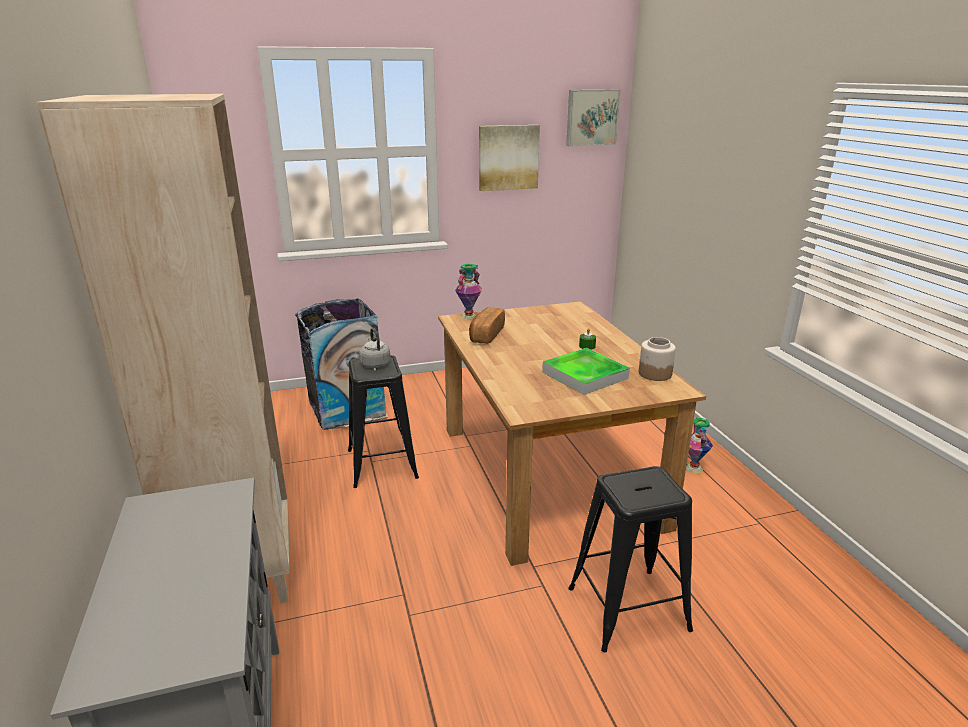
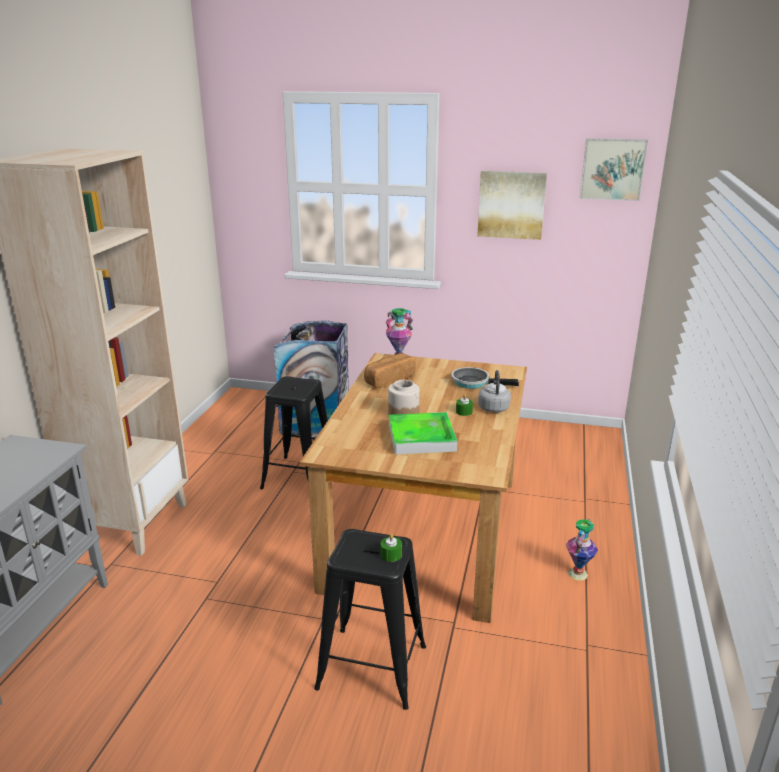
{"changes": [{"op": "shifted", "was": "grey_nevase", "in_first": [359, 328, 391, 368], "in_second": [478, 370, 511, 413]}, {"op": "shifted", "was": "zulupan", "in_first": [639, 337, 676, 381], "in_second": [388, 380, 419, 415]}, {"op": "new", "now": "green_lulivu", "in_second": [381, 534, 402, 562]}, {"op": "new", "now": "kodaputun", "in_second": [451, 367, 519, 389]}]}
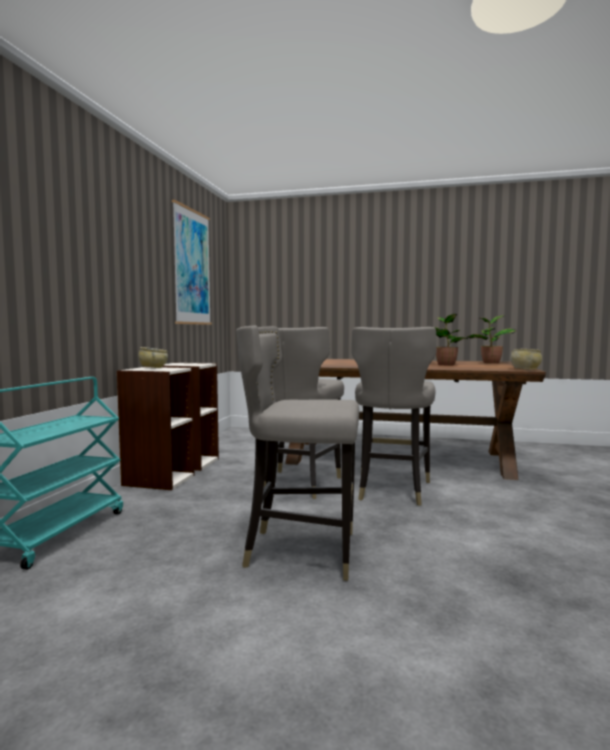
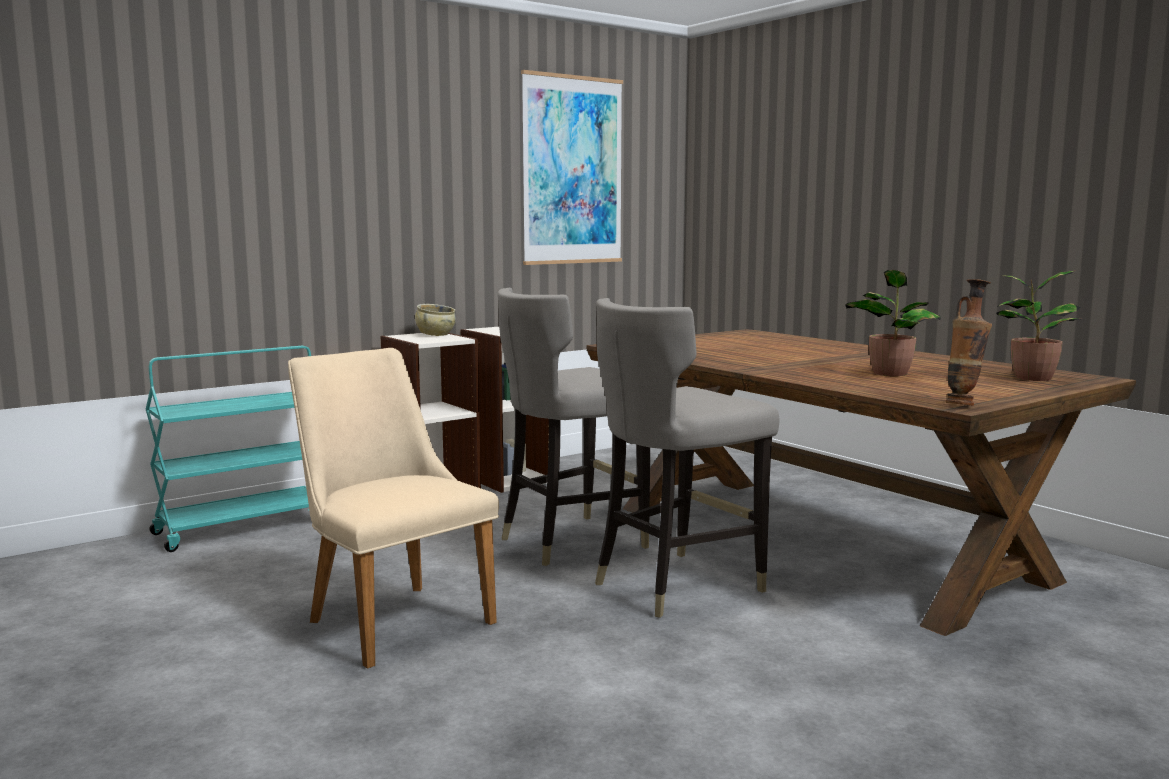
{"changes": [{"op": "swapped", "was": "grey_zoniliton", "now": "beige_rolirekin", "in_first": [236, 325, 359, 581], "in_second": [288, 348, 499, 669]}, {"op": "swapped", "was": "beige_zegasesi", "now": "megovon", "in_first": [511, 349, 542, 369], "in_second": [945, 279, 992, 406]}]}
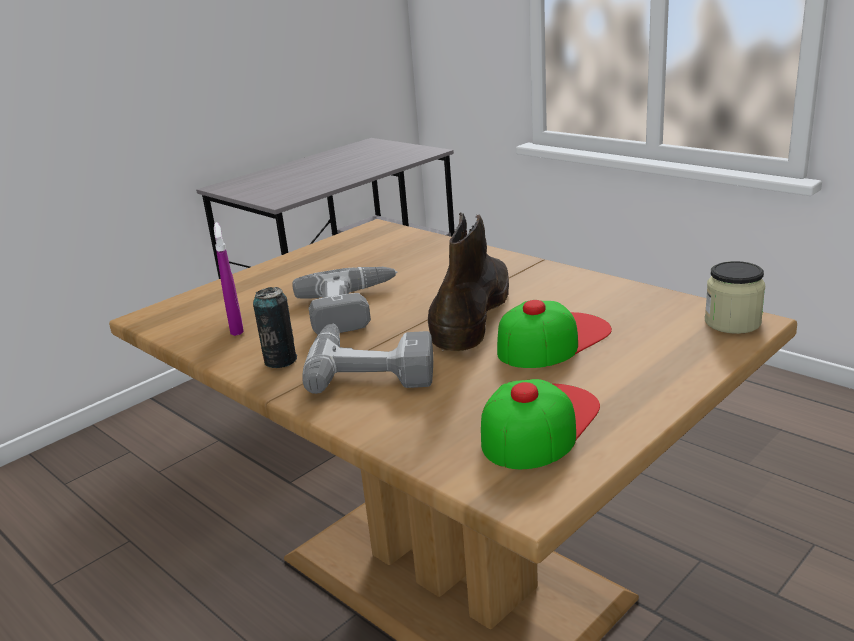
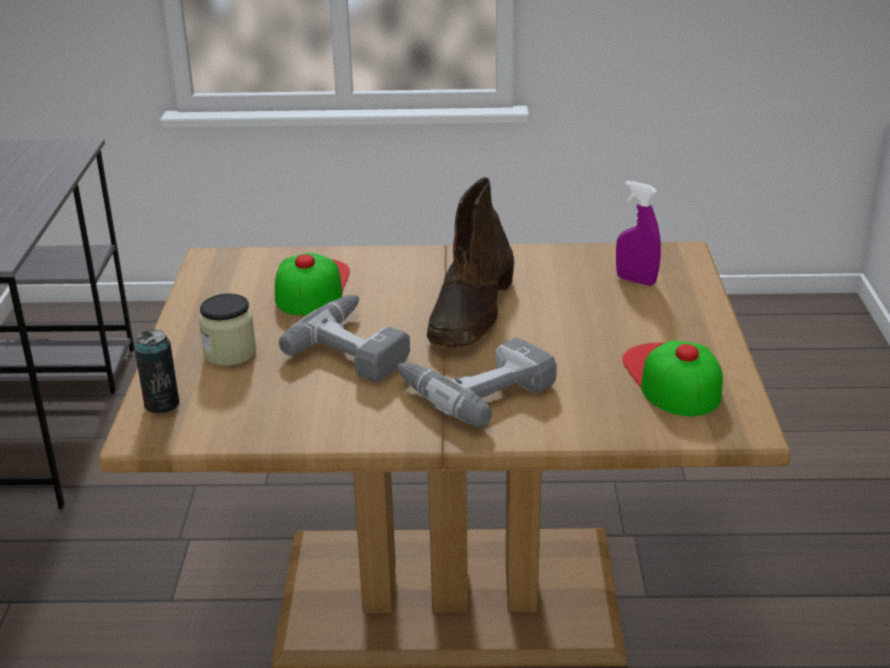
{"changes": [{"op": "shifted", "was": "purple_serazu", "in_first": [214, 222, 244, 336], "in_second": [616, 181, 661, 286]}, {"op": "shifted", "was": "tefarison", "in_first": [253, 287, 297, 368], "in_second": [134, 329, 179, 413]}, {"op": "rotated", "was": "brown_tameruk", "in_first": [428, 212, 509, 351], "in_second": [427, 177, 514, 348], "clockwise": -135}, {"op": "shifted", "was": "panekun", "in_first": [497, 300, 612, 368], "in_second": [275, 253, 350, 316]}, {"op": "shifted", "was": "zulupan", "in_first": [705, 261, 765, 334], "in_second": [199, 293, 256, 366]}]}
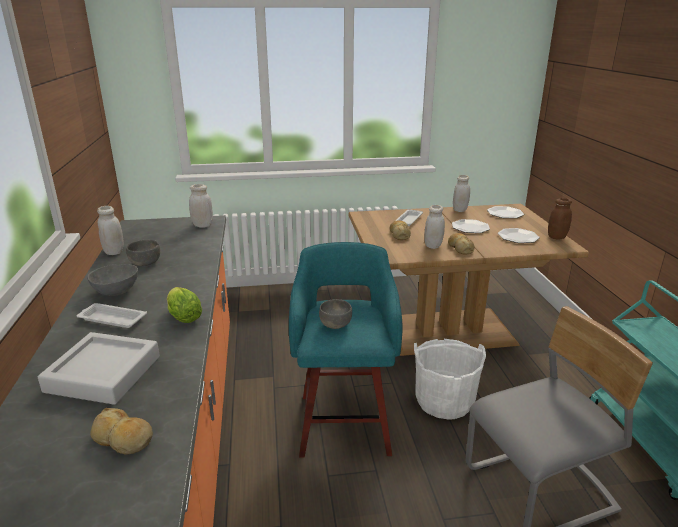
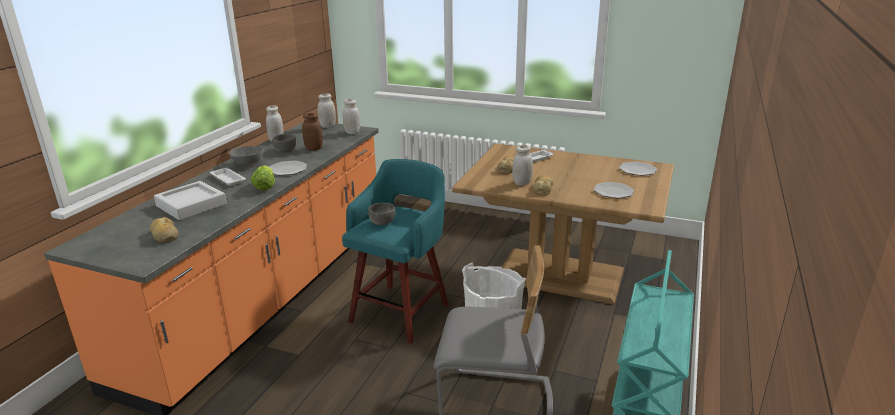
{"changes": [{"op": "shifted", "was": "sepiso", "in_first": [452, 219, 490, 233], "in_second": [269, 161, 307, 176]}, {"op": "shifted", "was": "white_zulupan", "in_first": [453, 175, 470, 212], "in_second": [318, 93, 336, 128]}, {"op": "shifted", "was": "brown_zulupan", "in_first": [548, 198, 572, 240], "in_second": [302, 113, 323, 151]}]}
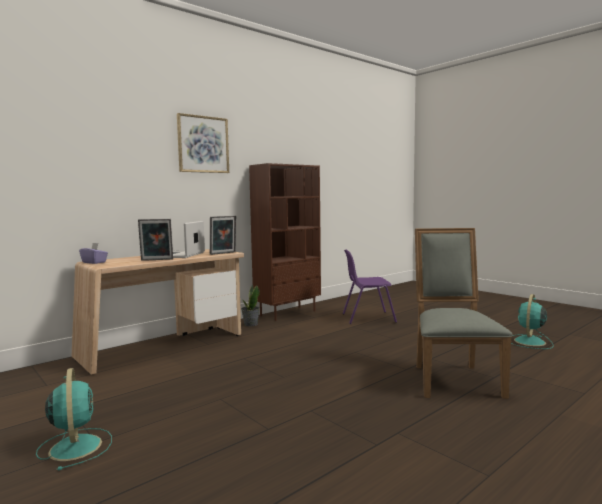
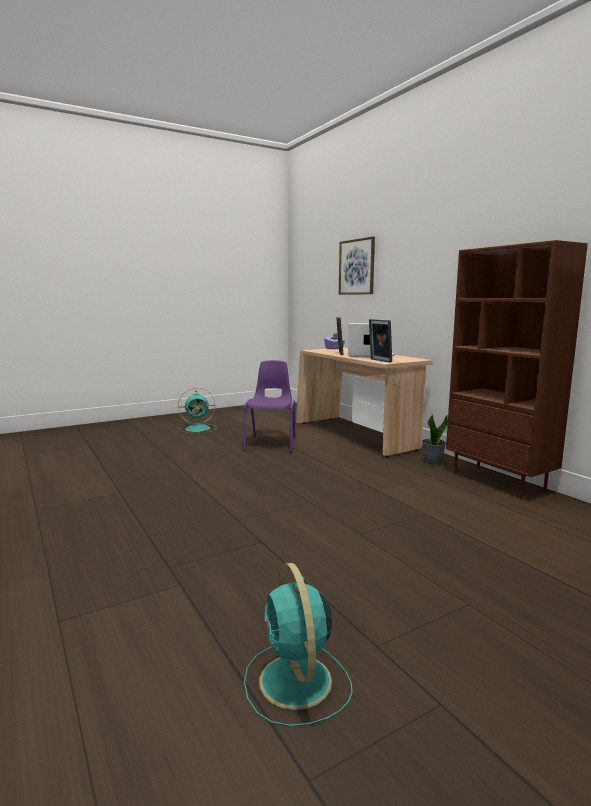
{"changes": [{"op": "shifted", "was": "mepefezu", "in_first": [177, 113, 229, 173], "in_second": [339, 237, 375, 295]}, {"op": "shifted", "was": "purple_rolirekin", "in_first": [343, 250, 397, 324], "in_second": [243, 360, 295, 452]}, {"op": "gone", "was": "grey_rolirekin", "in_first": [415, 228, 513, 399]}, {"op": "rotated", "was": "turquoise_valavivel", "in_first": [511, 294, 554, 349], "in_second": [244, 563, 353, 727], "clockwise": -150}]}
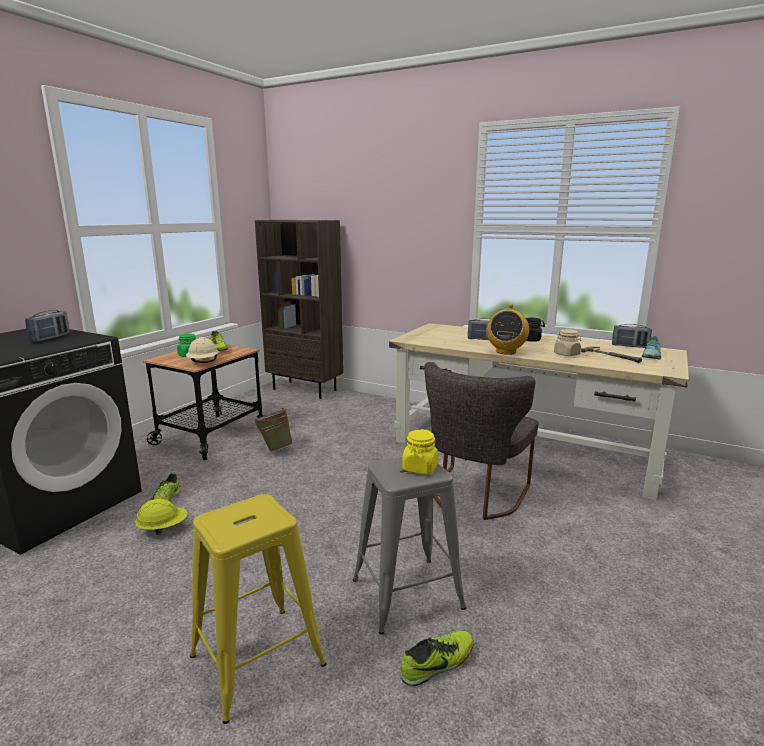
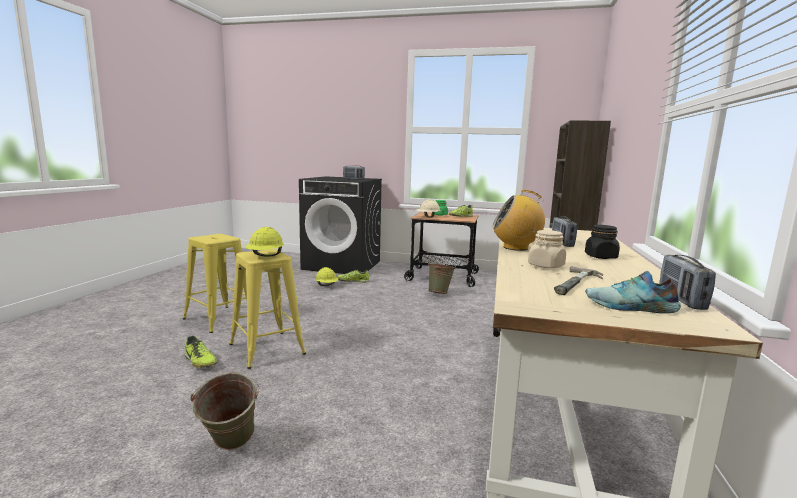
{"changes": [{"op": "repainted", "was": "grey_zoniliton", "now": "yellow_zoniliton", "in_first": [353, 457, 466, 635], "in_second": [229, 249, 306, 369]}, {"op": "swapped", "was": "yellow_zulupan", "now": "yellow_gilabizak", "in_first": [402, 429, 438, 474], "in_second": [245, 227, 284, 257]}, {"op": "gone", "was": "grey_rolirekin", "in_first": [424, 362, 539, 520]}, {"op": "new", "now": "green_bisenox", "in_second": [190, 372, 259, 450]}]}
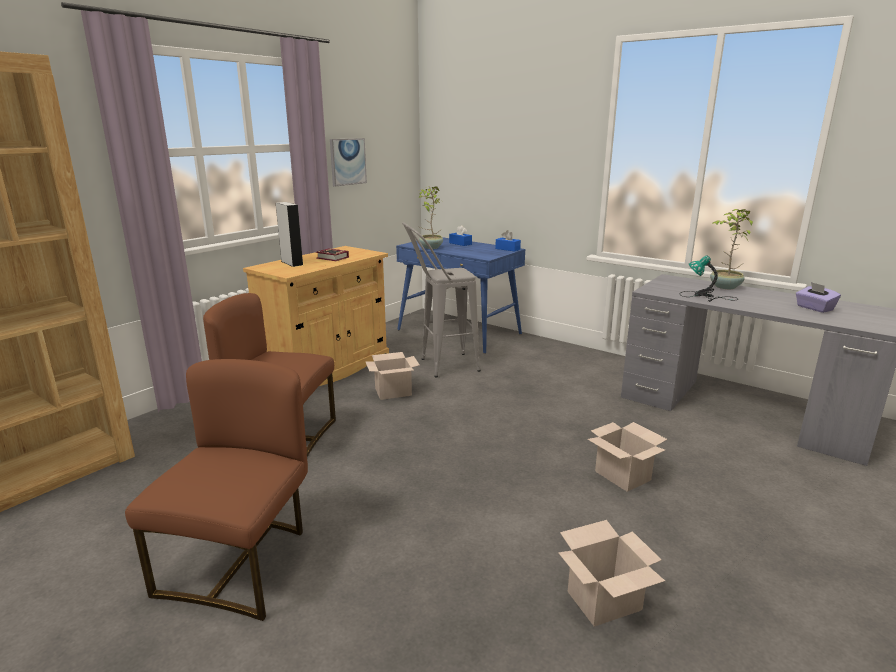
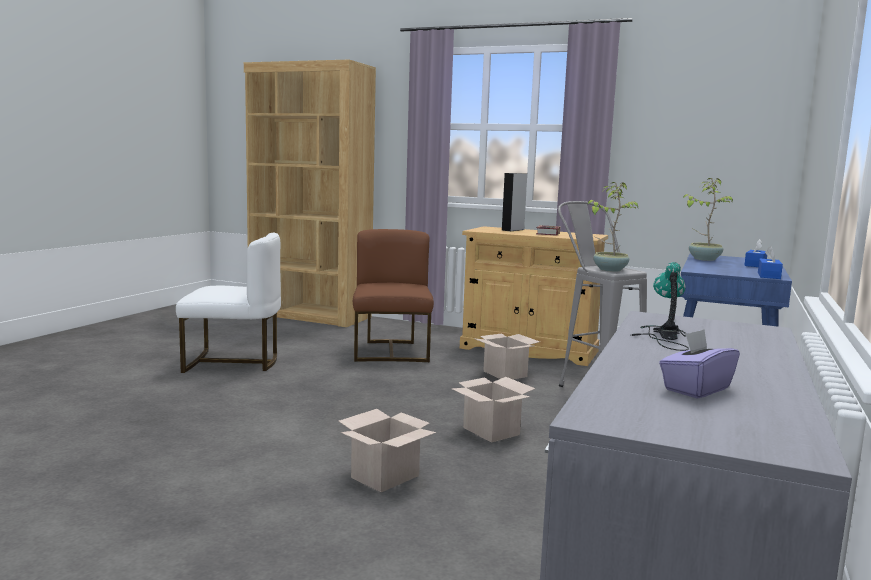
{"changes": [{"op": "repainted", "was": "brown_rolirekin", "now": "white_rolirekin", "in_first": [125, 359, 308, 621], "in_second": [176, 233, 281, 373]}, {"op": "gone", "was": "mepefezu", "in_first": [330, 138, 367, 186]}, {"op": "shifted", "was": "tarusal", "in_first": [558, 520, 665, 627], "in_second": [451, 377, 535, 443]}, {"op": "shifted", "was": "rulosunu", "in_first": [710, 209, 753, 289], "in_second": [587, 182, 638, 272]}]}
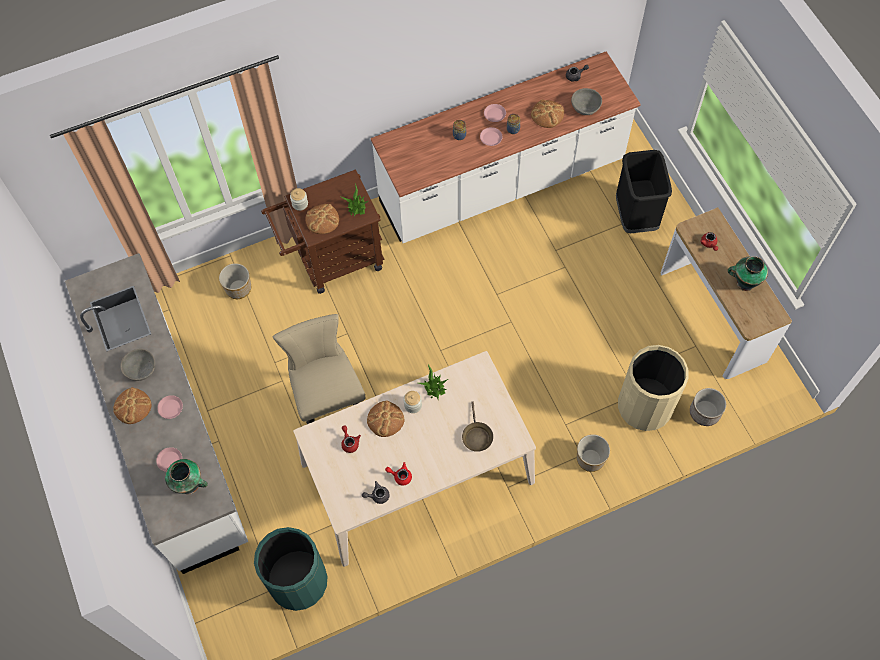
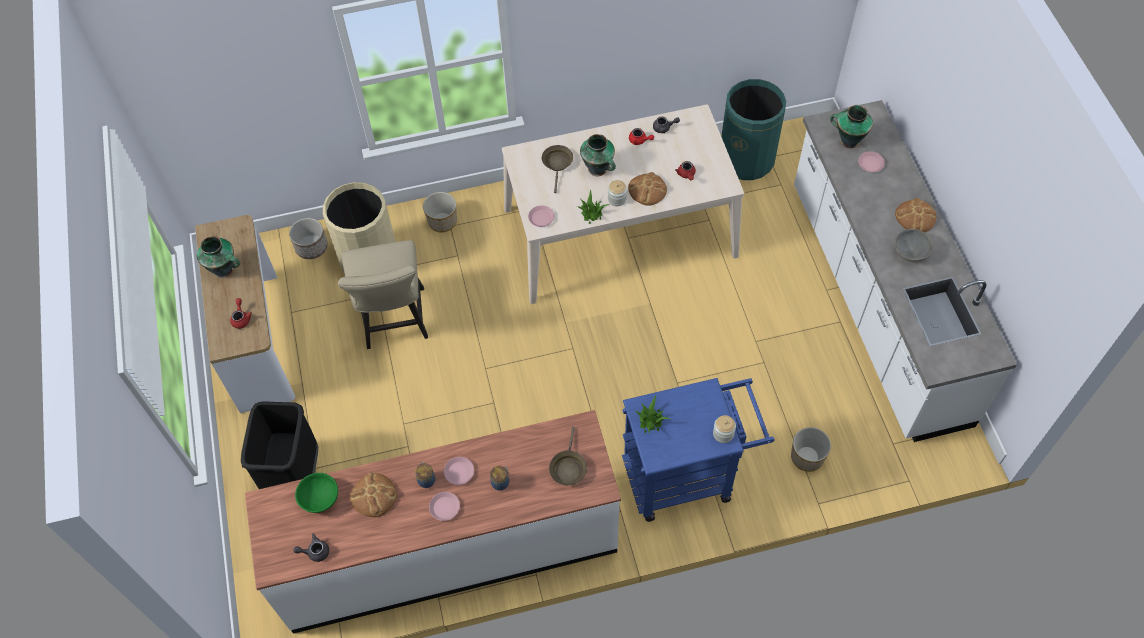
{"changes": [{"op": "shifted", "was": "pink_sepiso", "in_first": [157, 395, 183, 419], "in_second": [528, 205, 555, 227]}, {"op": "repainted", "was": "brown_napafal", "now": "blue_napafal", "in_first": [261, 169, 384, 294], "in_second": [622, 378, 775, 522]}, {"op": "shifted", "was": "beige_rolirekin", "in_first": [273, 314, 365, 424], "in_second": [338, 240, 428, 349]}, {"op": "gone", "was": "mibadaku", "in_first": [306, 204, 339, 234]}, {"op": "repainted", "was": "grey_zegasesi", "now": "green_zegasesi", "in_first": [571, 88, 602, 115], "in_second": [295, 473, 338, 513]}, {"op": "new", "now": "brown_kodaputun", "in_second": [549, 426, 587, 485]}, {"op": "new", "now": "megovon", "in_second": [580, 134, 616, 176]}]}
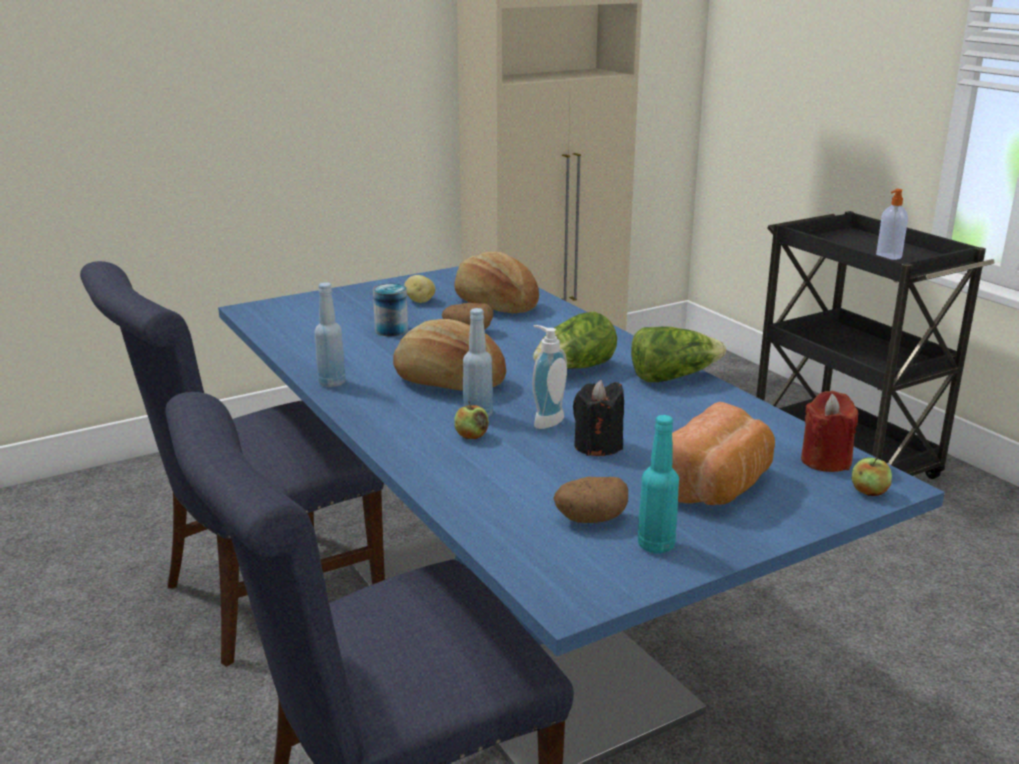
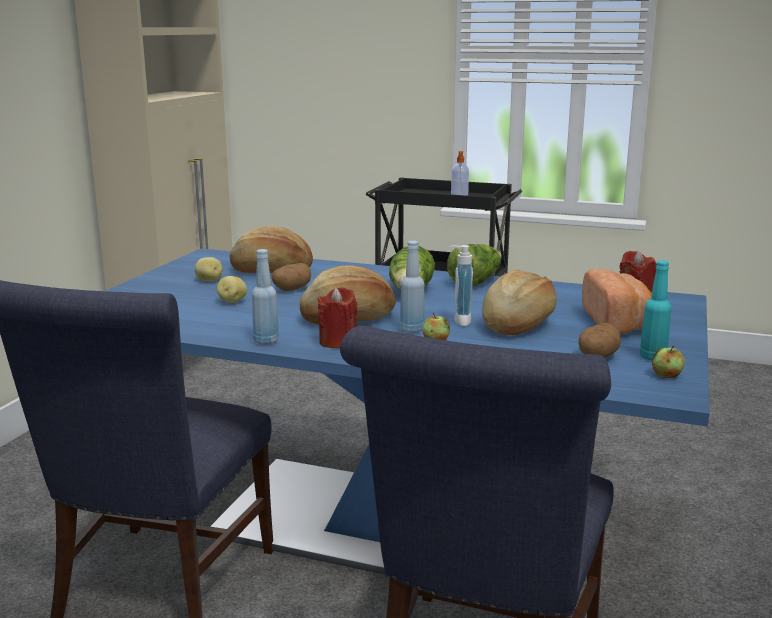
{"changes": [{"op": "swapped", "was": "tefarison", "now": "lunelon", "in_first": [373, 283, 408, 336], "in_second": [217, 276, 247, 303]}, {"op": "swapped", "was": "black_lulivu", "now": "mibadaku", "in_first": [573, 380, 624, 456], "in_second": [482, 270, 557, 335]}, {"op": "shifted", "was": "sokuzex", "in_first": [852, 457, 892, 496], "in_second": [652, 345, 685, 378]}, {"op": "new", "now": "red_lulivu", "in_second": [317, 287, 357, 348]}]}
